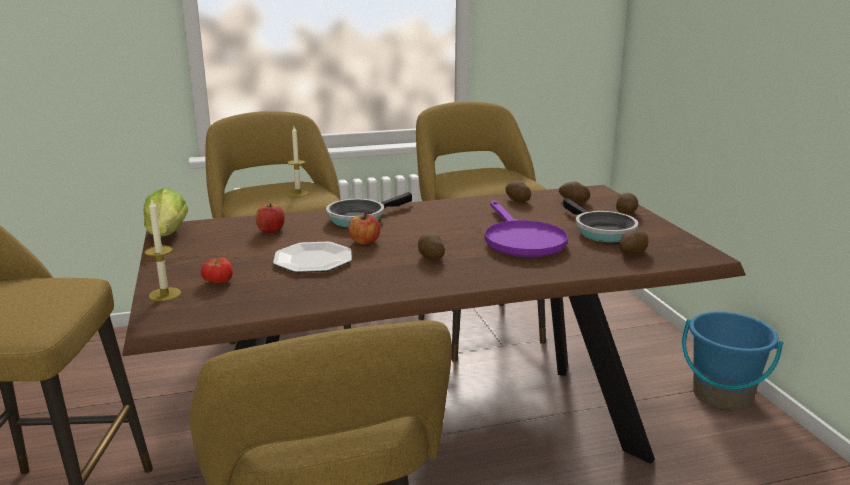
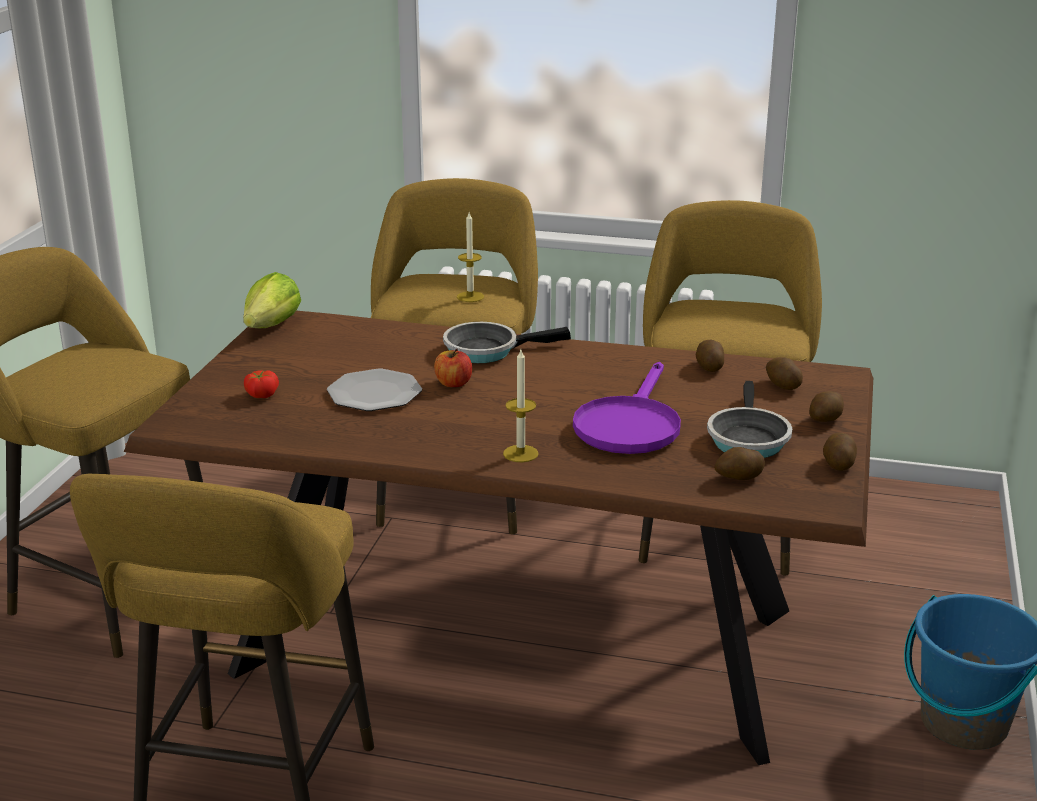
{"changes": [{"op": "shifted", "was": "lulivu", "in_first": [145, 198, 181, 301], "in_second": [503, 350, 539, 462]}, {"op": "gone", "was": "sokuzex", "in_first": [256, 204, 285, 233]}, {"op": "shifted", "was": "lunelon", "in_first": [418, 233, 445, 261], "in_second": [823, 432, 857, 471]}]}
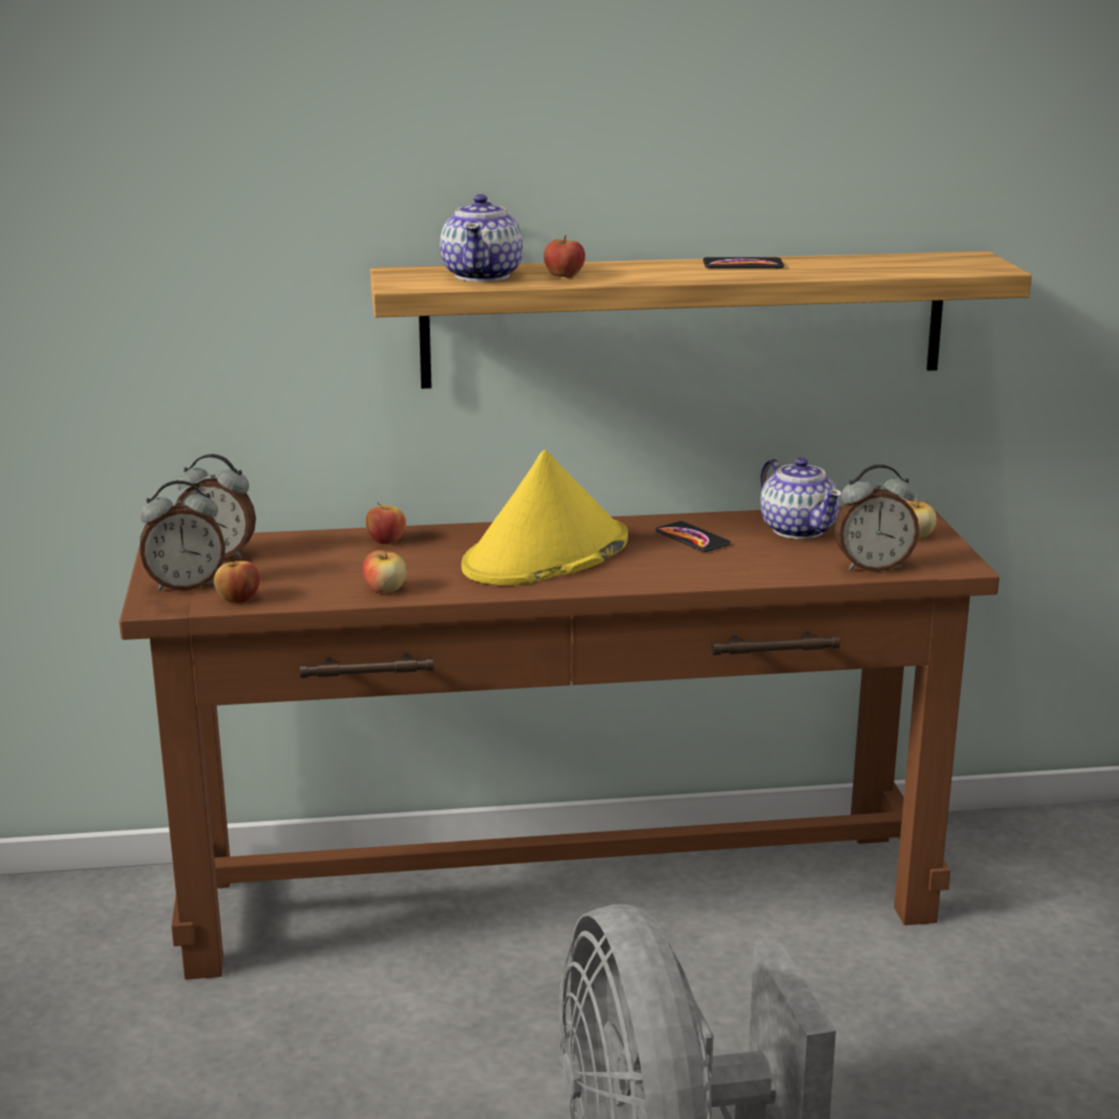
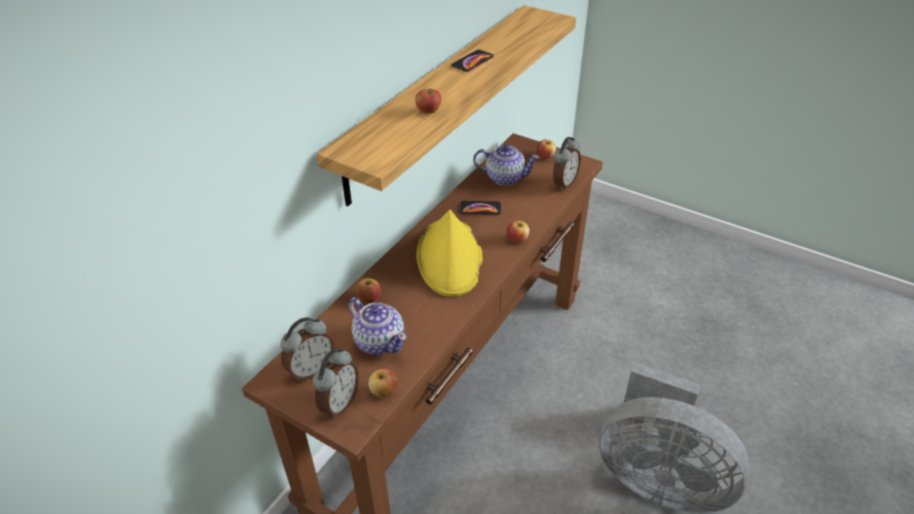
{"changes": [{"op": "shifted", "was": "sokuzex", "in_first": [362, 546, 407, 593], "in_second": [506, 220, 530, 243]}, {"op": "shifted", "was": "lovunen", "in_first": [440, 194, 523, 282], "in_second": [348, 297, 407, 355]}]}
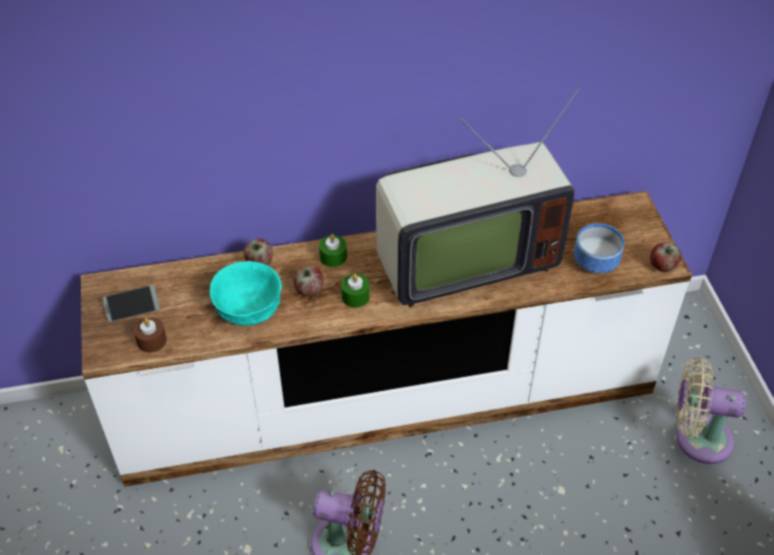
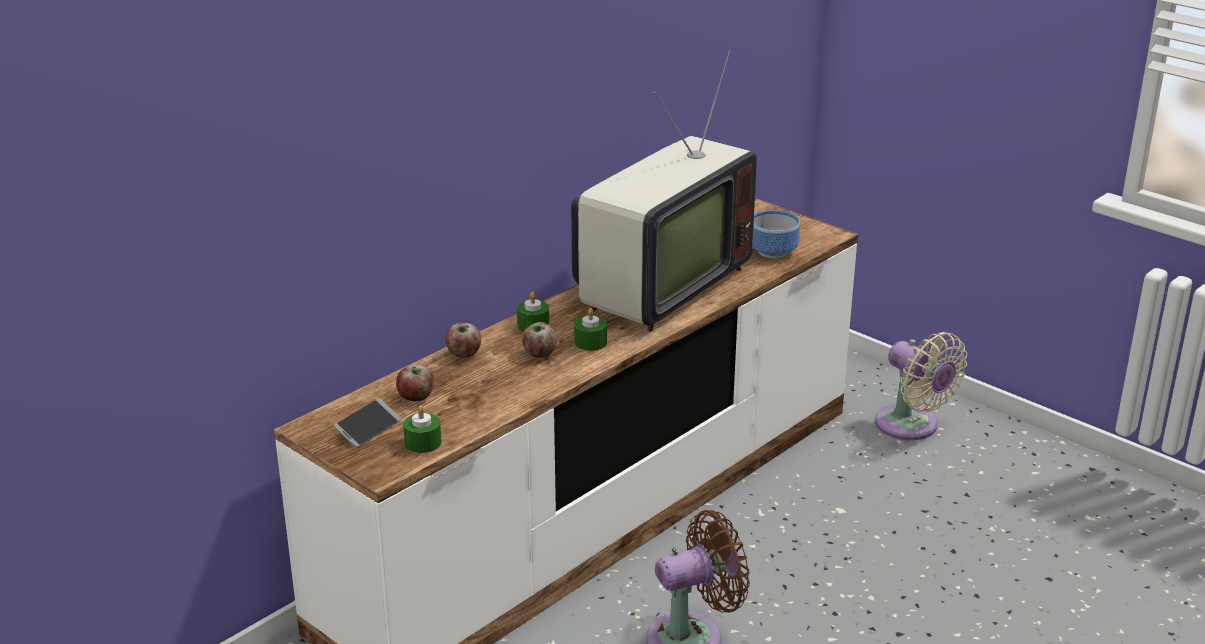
{"changes": [{"op": "repainted", "was": "brown_lulivu", "now": "green_lulivu", "in_first": [134, 317, 167, 352], "in_second": [403, 405, 441, 453]}, {"op": "gone", "was": "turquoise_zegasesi", "in_first": [210, 261, 282, 326]}, {"op": "shifted", "was": "sokuzex", "in_first": [650, 242, 682, 272], "in_second": [396, 365, 434, 401]}, {"op": "rotated", "was": "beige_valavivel", "in_first": [676, 358, 746, 464], "in_second": [875, 332, 967, 440], "clockwise": -105}]}
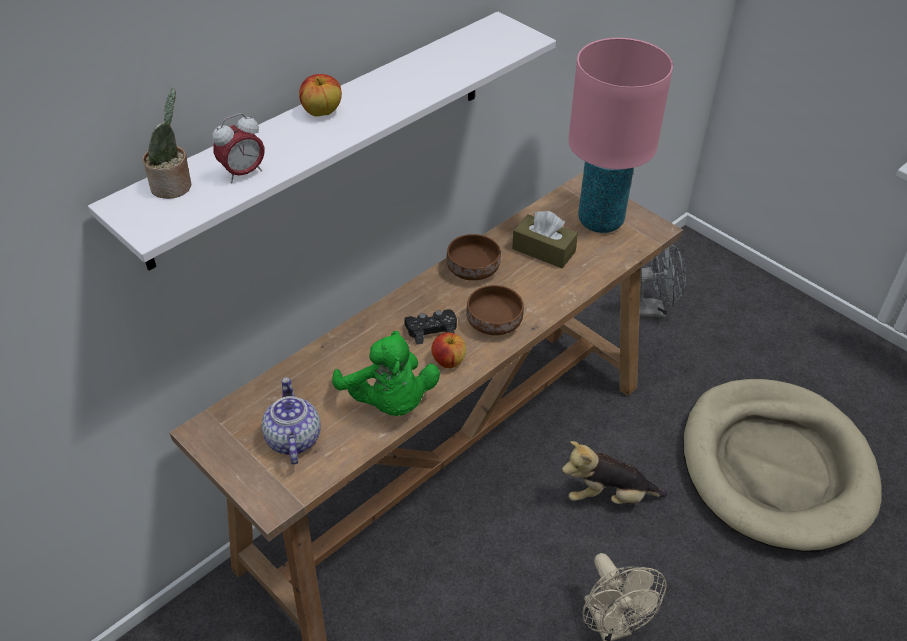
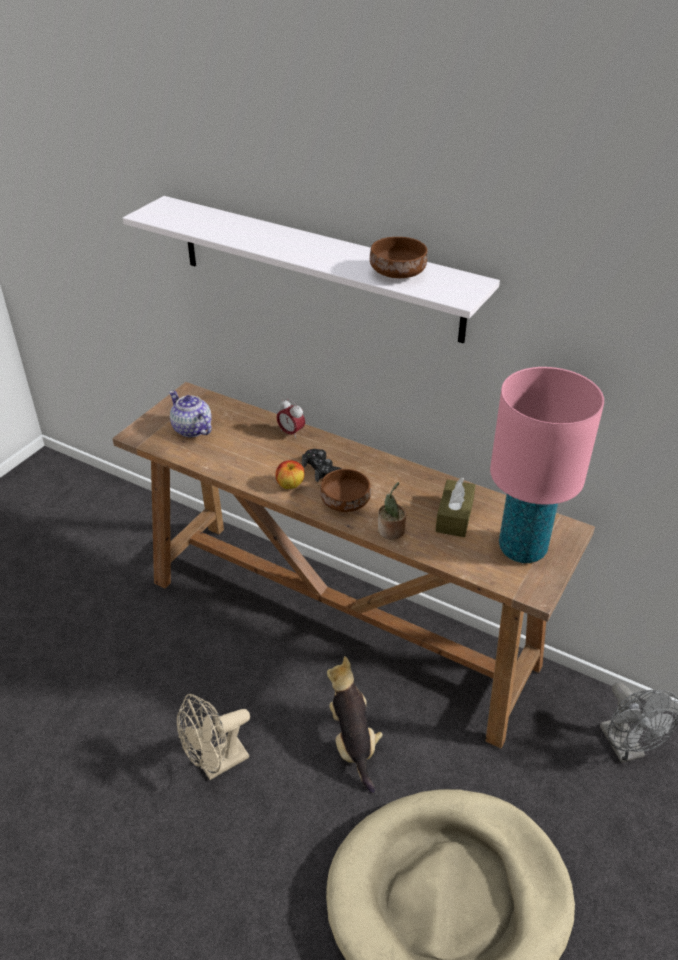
{"changes": [{"op": "shifted", "was": "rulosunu", "in_first": [143, 88, 191, 199], "in_second": [378, 482, 406, 540]}, {"op": "shifted", "was": "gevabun", "in_first": [212, 113, 265, 183], "in_second": [277, 398, 305, 439]}, {"op": "rotated", "was": "lovunen", "in_first": [262, 377, 321, 465], "in_second": [169, 390, 212, 437], "clockwise": -105}, {"op": "gone", "was": "sokuzex", "in_first": [299, 74, 342, 116]}, {"op": "gone", "was": "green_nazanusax", "in_first": [332, 331, 440, 416]}, {"op": "shifted", "was": "brown_zegasesi", "in_first": [446, 234, 501, 280], "in_second": [370, 237, 427, 278]}]}
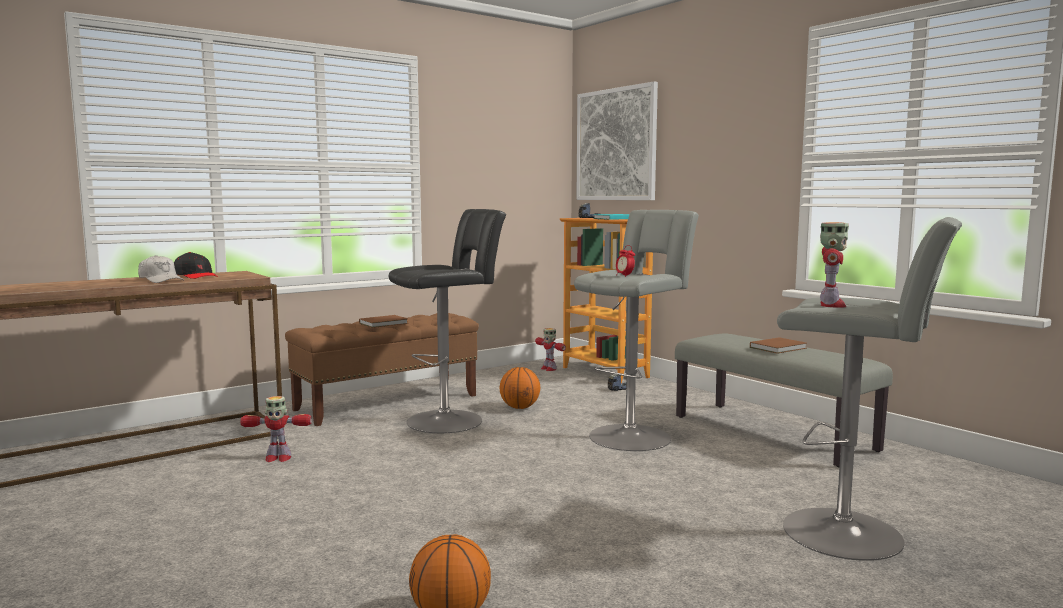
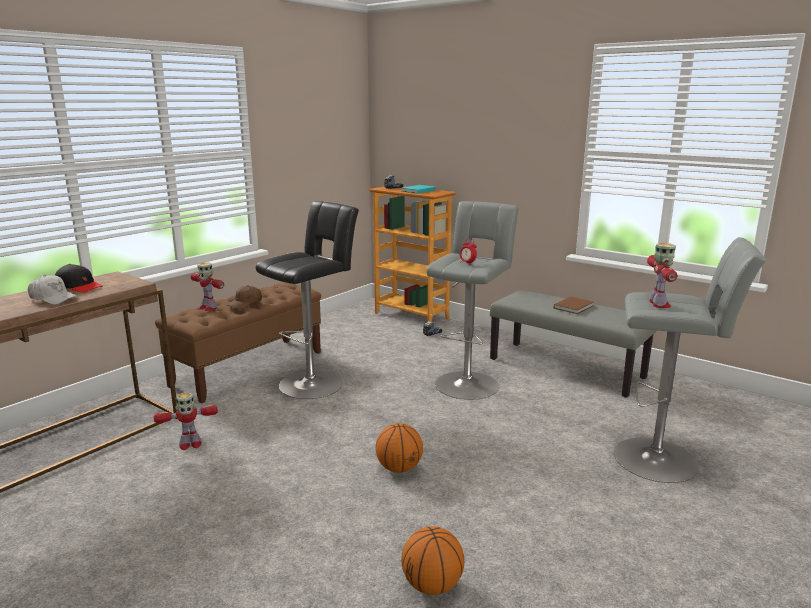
{"changes": [{"op": "swapped", "was": "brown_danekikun", "now": "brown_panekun", "in_first": [359, 315, 408, 328], "in_second": [227, 285, 262, 309]}, {"op": "shifted", "was": "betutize", "in_first": [500, 367, 540, 409], "in_second": [375, 423, 423, 473]}, {"op": "shifted", "was": "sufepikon", "in_first": [535, 328, 566, 371], "in_second": [191, 262, 224, 311]}, {"op": "gone", "was": "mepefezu", "in_first": [576, 81, 658, 200]}]}
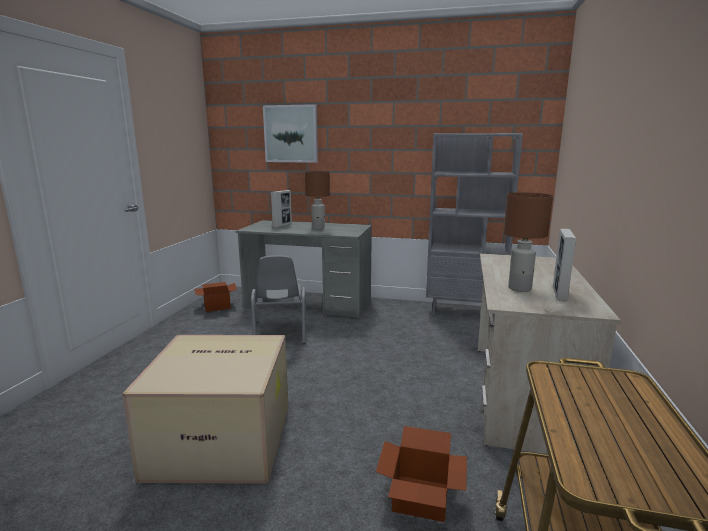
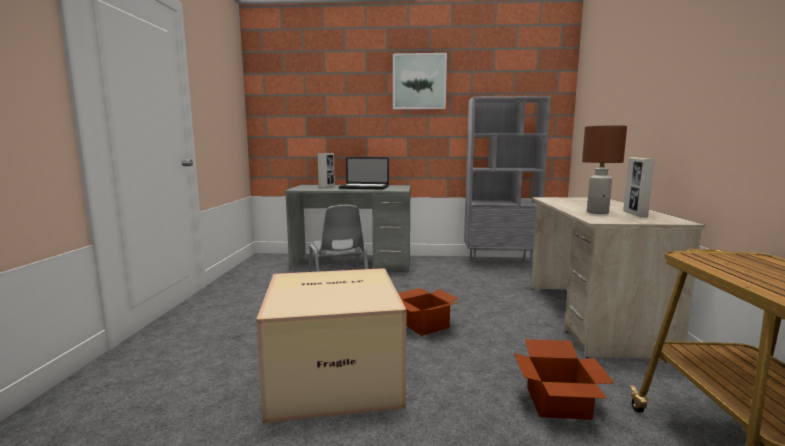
{"changes": [{"op": "shifted", "was": "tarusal", "in_first": [195, 282, 237, 312], "in_second": [398, 288, 461, 336]}, {"op": "shifted", "was": "mepefezu", "in_first": [263, 104, 318, 163], "in_second": [393, 53, 447, 110]}, {"op": "swapped", "was": "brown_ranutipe", "now": "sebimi", "in_first": [305, 171, 330, 230], "in_second": [339, 157, 389, 190]}]}
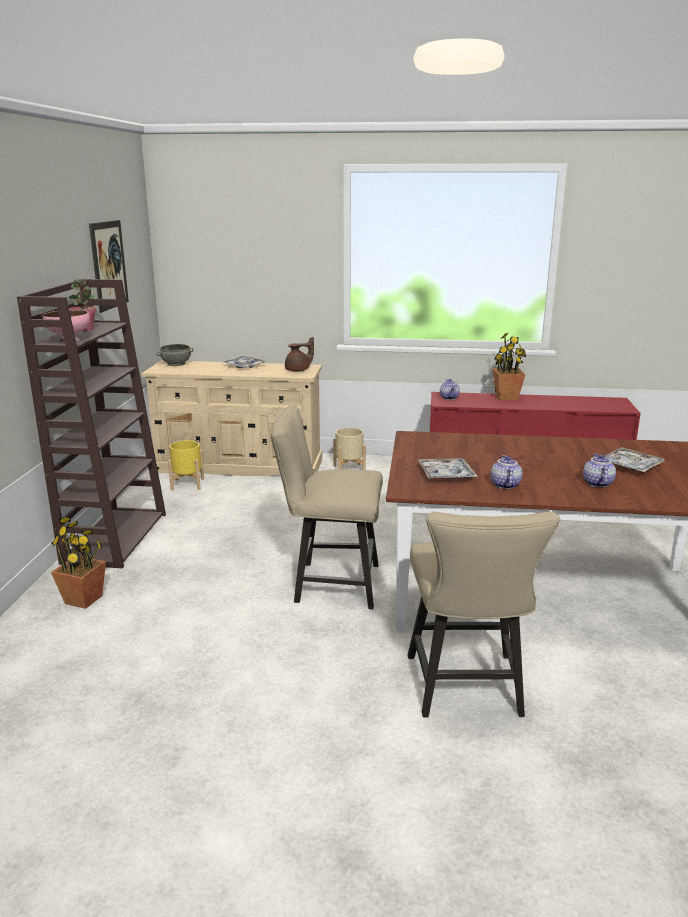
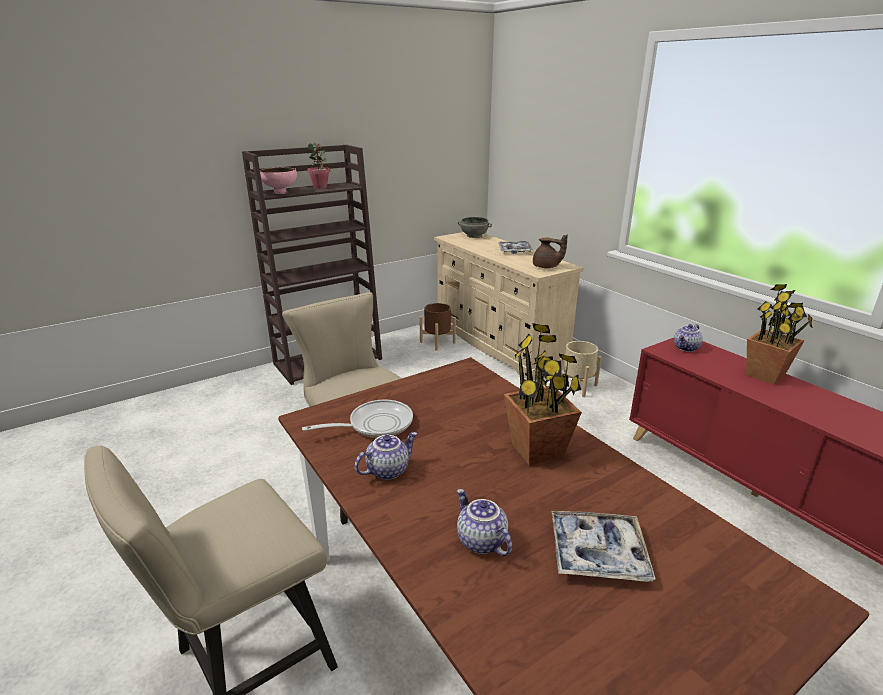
{"changes": [{"op": "shifted", "was": "rulosunu", "in_first": [51, 517, 106, 609], "in_second": [504, 323, 582, 466]}, {"op": "gone", "was": "mepefezu", "in_first": [89, 220, 129, 313]}, {"op": "repainted", "was": "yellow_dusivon", "now": "brown_dusivon", "in_first": [168, 440, 204, 490], "in_second": [419, 303, 456, 351]}, {"op": "swapped", "was": "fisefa", "now": "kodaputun", "in_first": [418, 458, 478, 479], "in_second": [302, 399, 413, 438]}, {"op": "rotated", "was": "lovunen", "in_first": [583, 454, 616, 487], "in_second": [457, 489, 512, 556], "clockwise": -90}]}
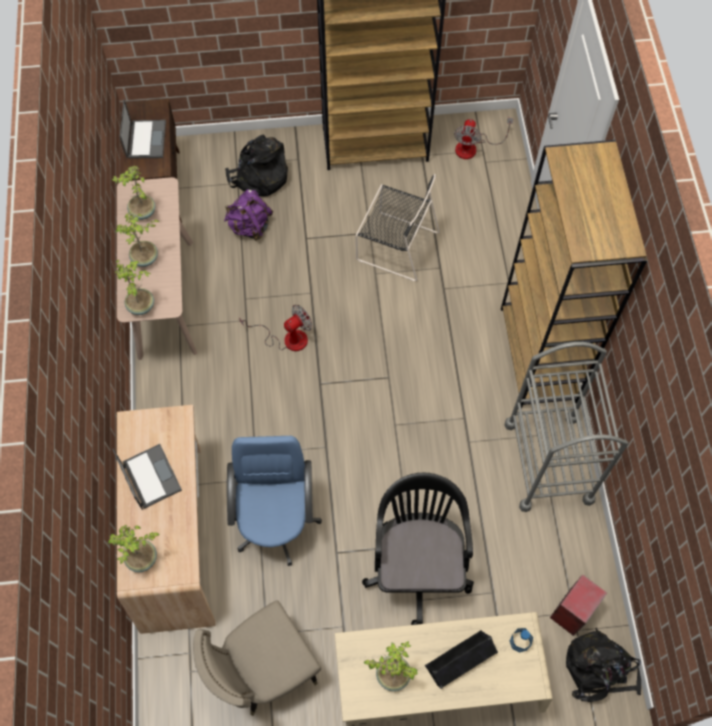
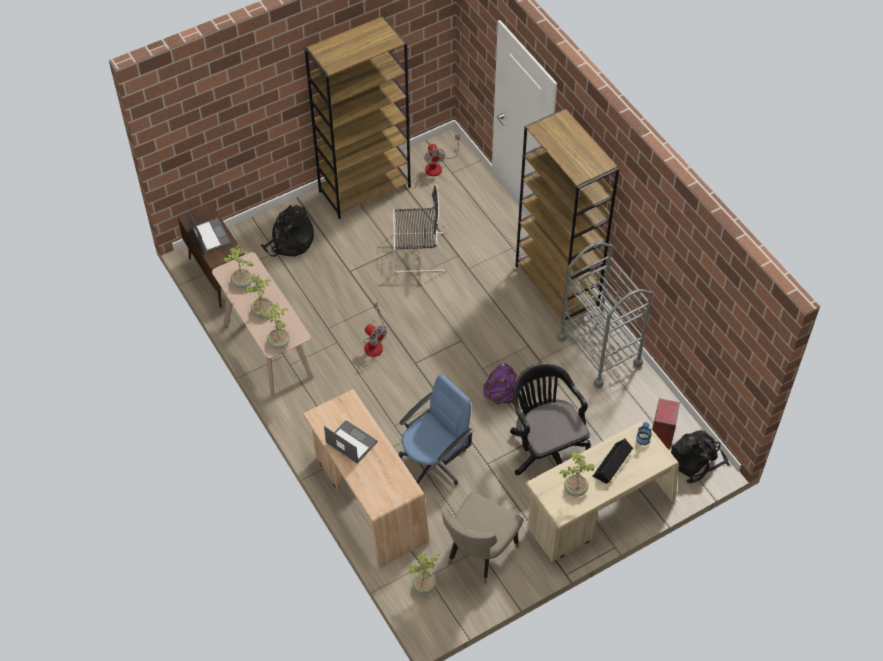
{"changes": [{"op": "shifted", "was": "rulosunu", "in_first": [107, 525, 160, 572], "in_second": [409, 554, 440, 594]}, {"op": "shifted", "was": "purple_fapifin", "in_first": [224, 189, 273, 241], "in_second": [483, 363, 517, 404]}, {"op": "rotated", "was": "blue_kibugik", "in_first": [227, 436, 322, 566], "in_second": [399, 374, 474, 485], "clockwise": 75}, {"op": "rotated", "was": "valavivel", "in_first": [239, 305, 312, 351], "in_second": [363, 302, 387, 357], "clockwise": 105}]}
